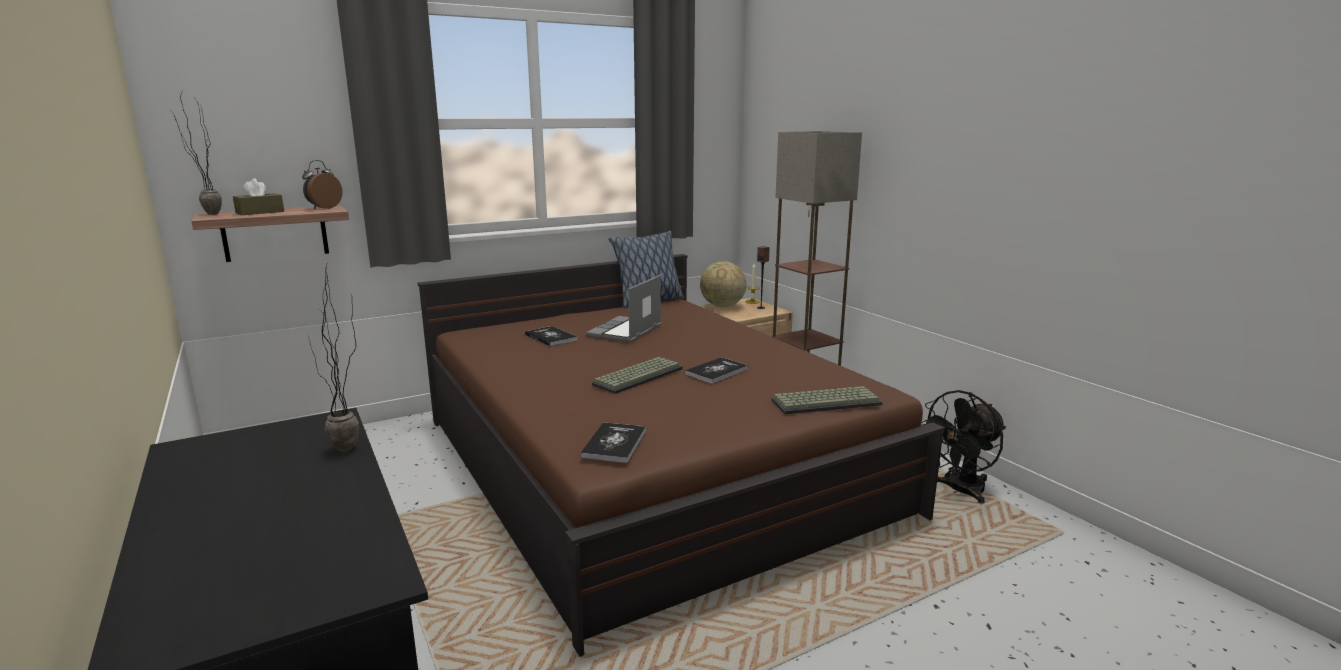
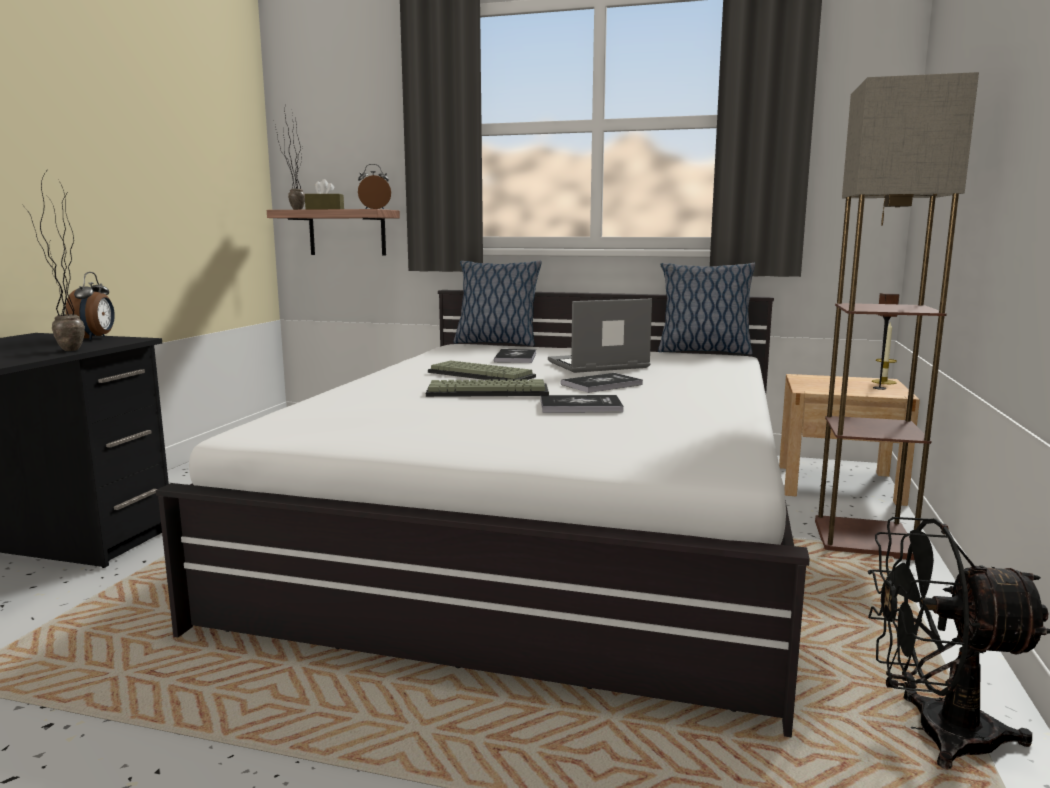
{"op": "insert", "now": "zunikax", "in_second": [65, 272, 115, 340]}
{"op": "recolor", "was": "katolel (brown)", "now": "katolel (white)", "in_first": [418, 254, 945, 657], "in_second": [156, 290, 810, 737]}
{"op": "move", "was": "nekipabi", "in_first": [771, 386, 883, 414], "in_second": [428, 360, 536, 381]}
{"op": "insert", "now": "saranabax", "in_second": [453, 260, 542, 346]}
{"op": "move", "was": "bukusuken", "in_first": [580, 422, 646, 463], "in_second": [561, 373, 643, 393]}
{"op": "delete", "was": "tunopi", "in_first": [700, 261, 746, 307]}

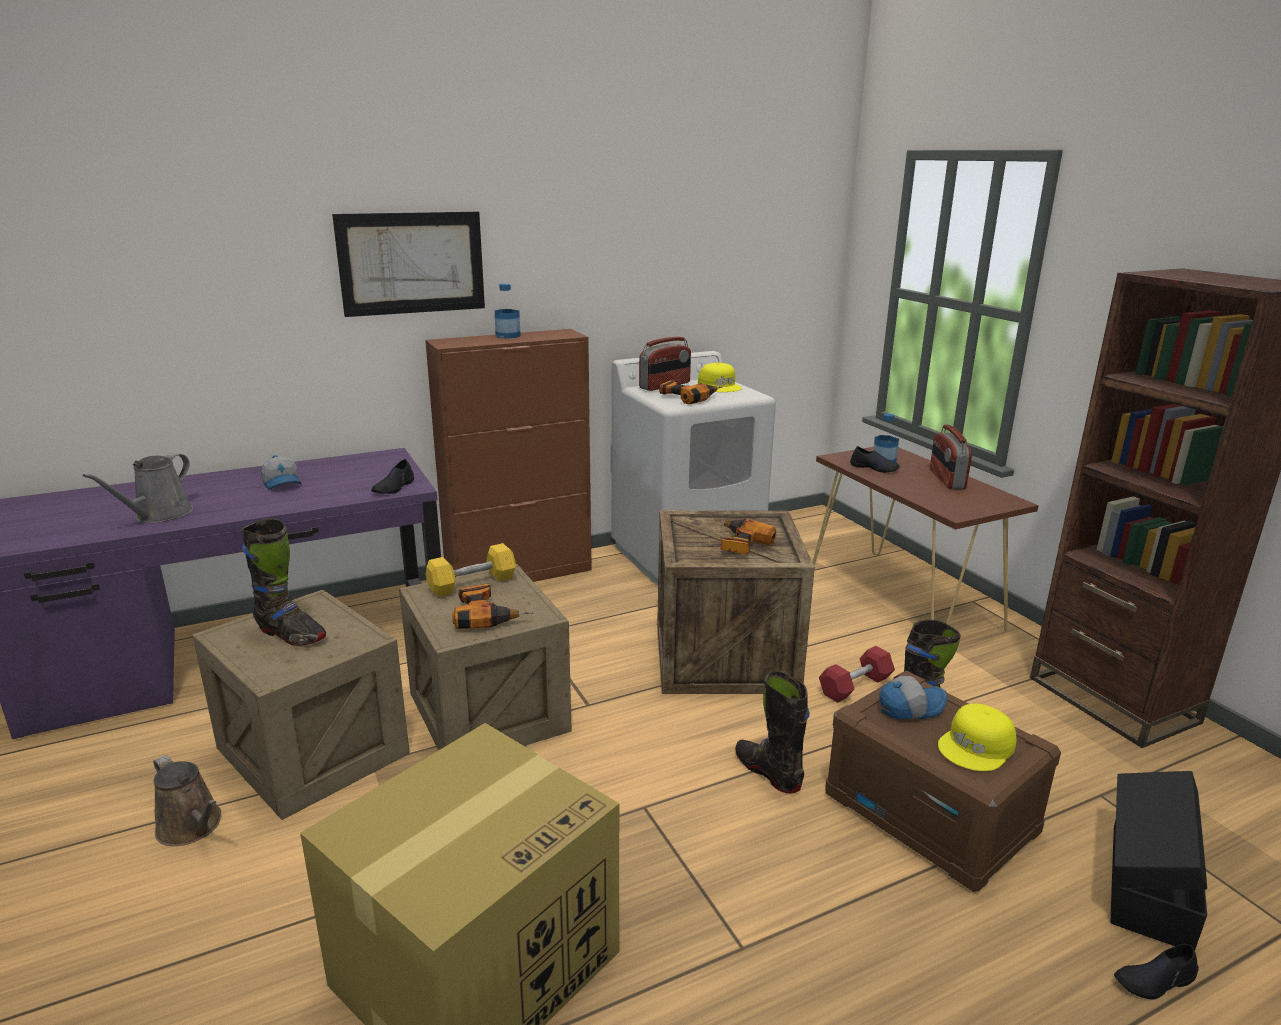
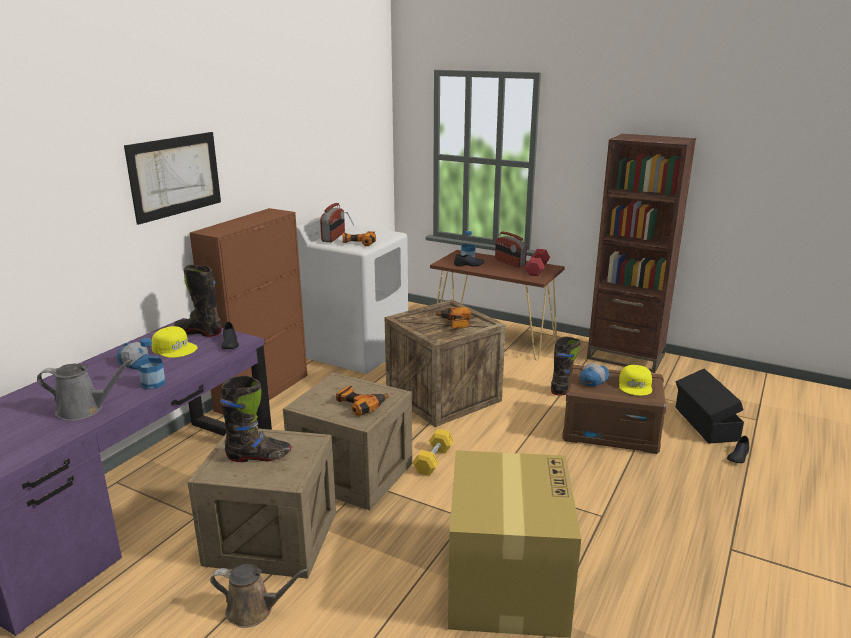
{"op": "rotate", "was": "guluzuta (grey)", "in_first": [83, 453, 193, 523], "in_second": [37, 360, 133, 421], "clockwise": -75}
{"op": "move", "was": "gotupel", "in_first": [495, 283, 521, 339], "in_second": [137, 338, 166, 389]}
{"op": "move", "was": "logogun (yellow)", "in_first": [698, 363, 742, 392], "in_second": [151, 326, 197, 358]}
{"op": "move", "was": "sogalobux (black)", "in_first": [735, 671, 810, 794], "in_second": [174, 264, 221, 337]}
{"op": "move", "was": "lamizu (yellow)", "in_first": [425, 543, 516, 597], "in_second": [412, 429, 454, 476]}
{"op": "move", "was": "lamizu (red)", "in_first": [819, 646, 895, 703], "in_second": [525, 249, 550, 276]}

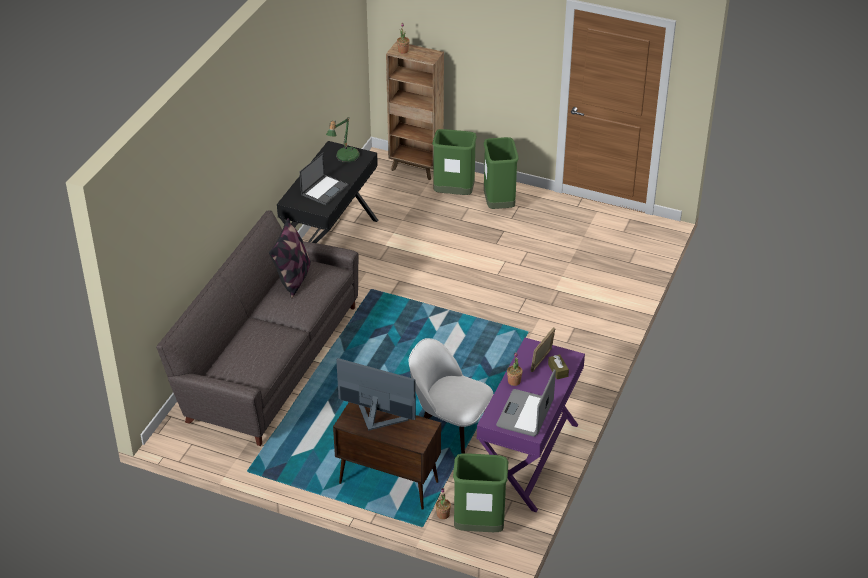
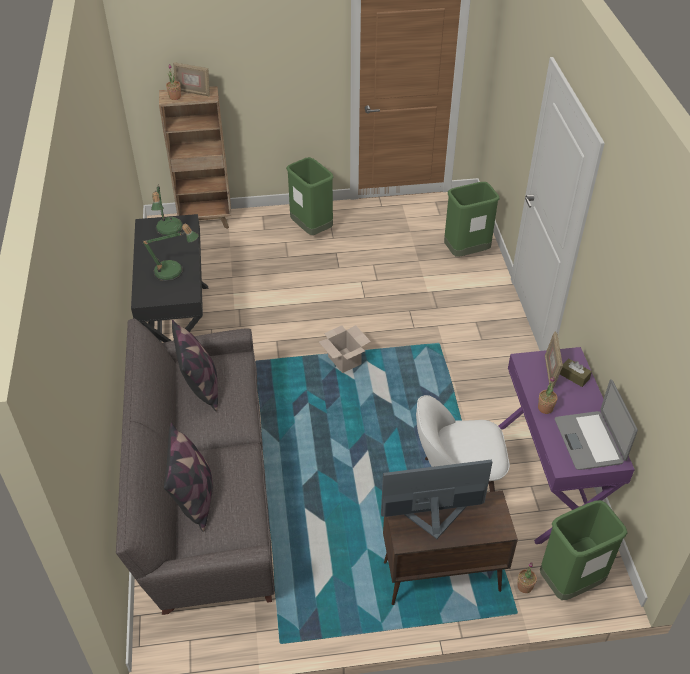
{"op": "replace", "was": "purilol", "now": "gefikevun", "in_first": [300, 152, 349, 205], "in_second": [141, 224, 198, 282]}
{"op": "insert", "now": "saranabax", "in_second": [164, 423, 213, 532]}
{"op": "insert", "now": "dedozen", "in_second": [173, 62, 210, 97]}
{"op": "insert", "now": "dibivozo", "in_second": [319, 325, 371, 373]}
{"op": "move", "was": "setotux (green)", "in_first": [432, 129, 477, 195], "in_second": [444, 182, 499, 257]}

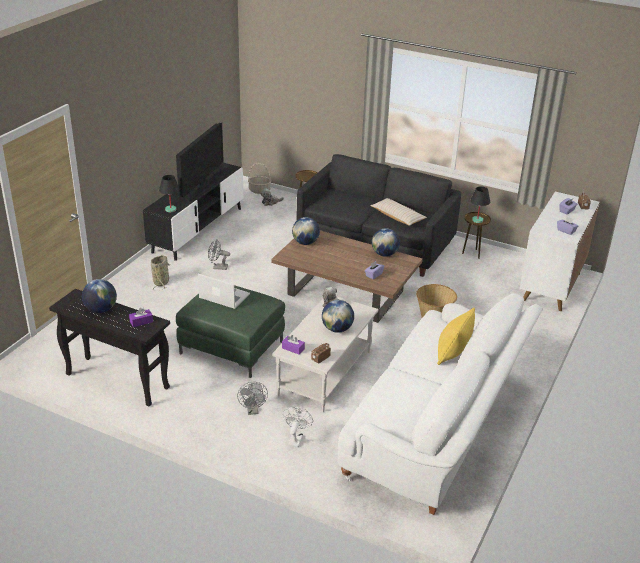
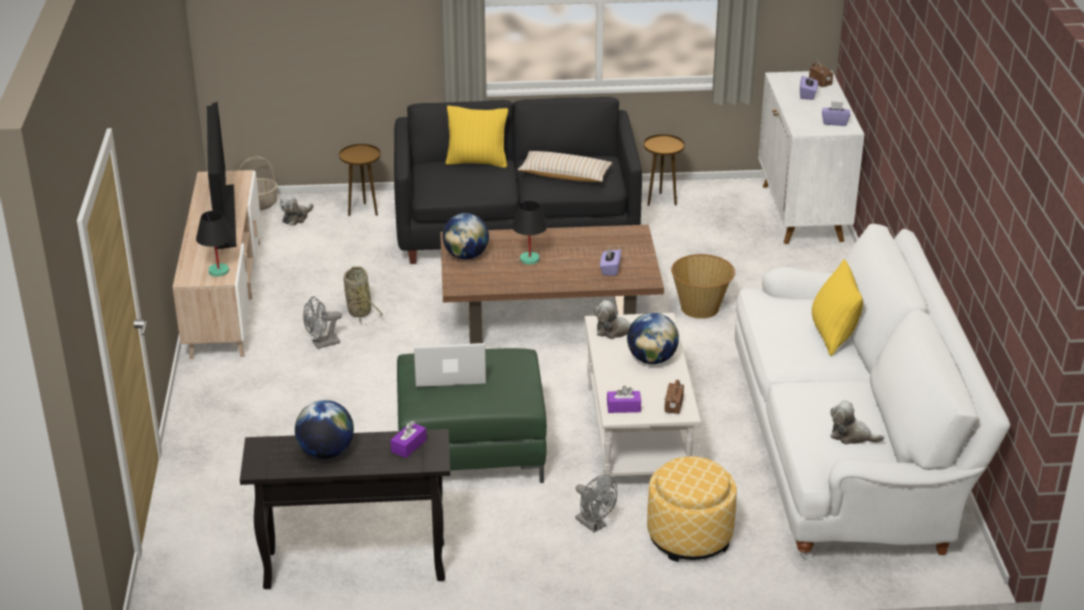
{"op": "recolor", "was": "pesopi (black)", "now": "pesopi (beige)", "in_first": [143, 163, 243, 261], "in_second": [173, 170, 261, 359]}
{"op": "move", "was": "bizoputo", "in_first": [151, 255, 170, 291], "in_second": [343, 266, 383, 325]}
{"op": "insert", "now": "saranabax (yellow)", "in_second": [446, 106, 508, 168]}
{"op": "move", "was": "gefikevun (black)", "in_first": [470, 186, 490, 223], "in_second": [512, 201, 547, 265]}
{"op": "replace", "was": "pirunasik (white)", "now": "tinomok", "in_first": [283, 407, 313, 448], "in_second": [647, 456, 737, 562]}
{"op": "insert", "now": "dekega", "in_second": [830, 401, 884, 444]}
{"op": "delete", "was": "tunopi", "in_first": [372, 228, 400, 257]}

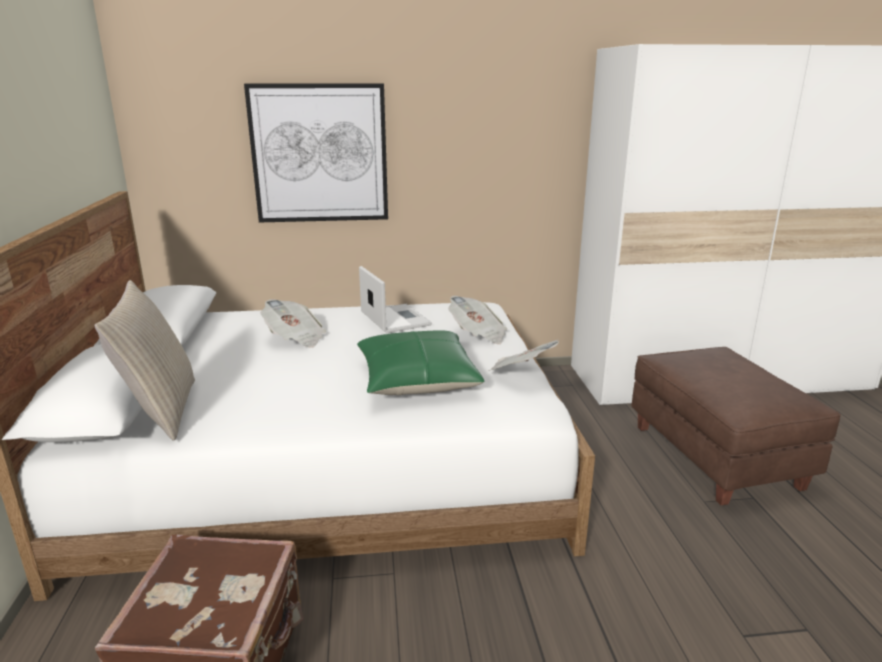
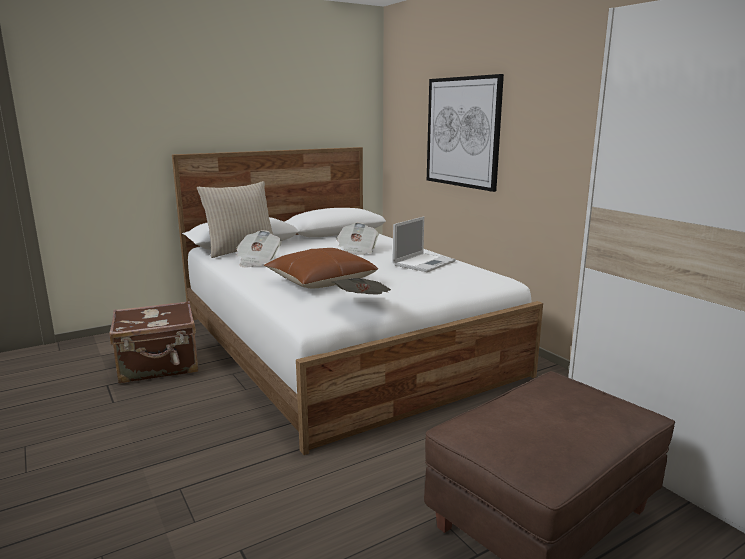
{"op": "move", "was": "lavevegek", "in_first": [448, 296, 508, 344], "in_second": [236, 230, 282, 267]}
{"op": "recolor", "was": "saranabax (green)", "now": "saranabax (brown)", "in_first": [357, 330, 485, 395], "in_second": [264, 248, 378, 289]}

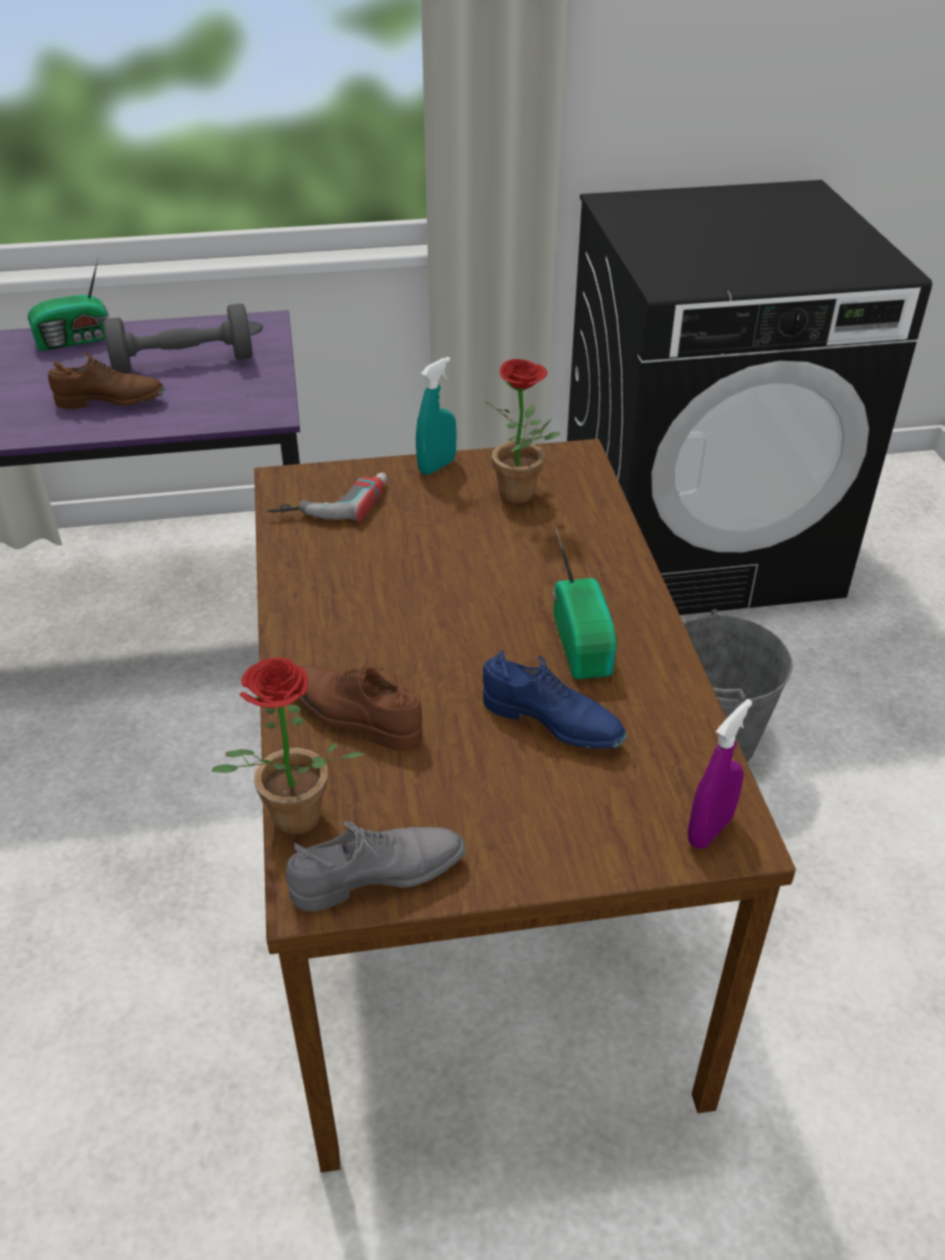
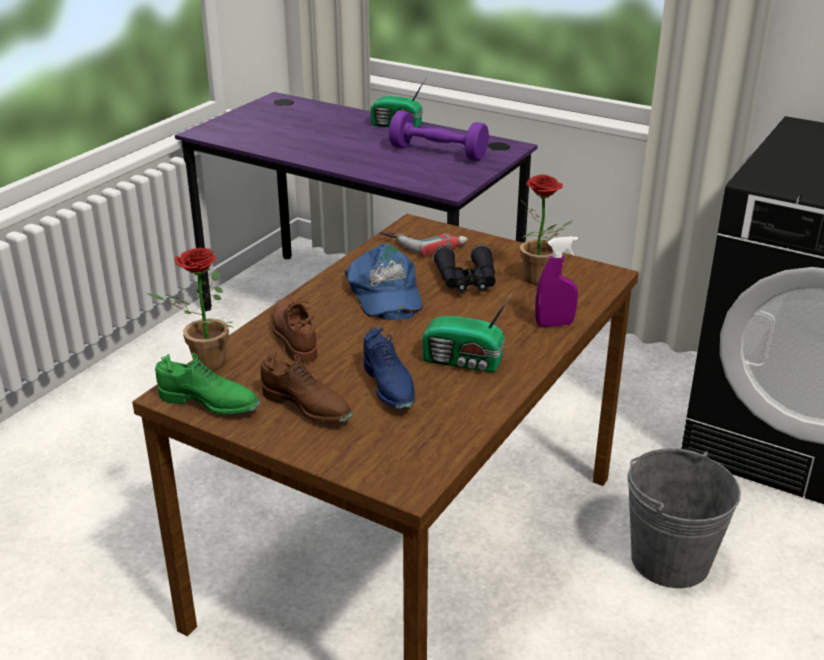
{"op": "recolor", "was": "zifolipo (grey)", "now": "zifolipo (green)", "in_first": [286, 821, 466, 911], "in_second": [155, 353, 260, 414]}
{"op": "move", "was": "zifolipo (brown)", "in_first": [48, 352, 165, 409], "in_second": [261, 352, 353, 423]}
{"op": "insert", "now": "logogun (blue)", "in_second": [345, 243, 423, 320]}
{"op": "recolor", "was": "lamizu (grey)", "now": "lamizu (purple)", "in_first": [104, 304, 253, 373], "in_second": [389, 111, 489, 161]}
{"op": "rotate", "was": "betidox", "in_first": [553, 527, 617, 680], "in_second": [422, 292, 513, 372], "clockwise": 75}
{"op": "insert", "now": "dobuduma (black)", "in_second": [433, 244, 496, 292]}
{"op": "move", "was": "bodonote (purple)", "in_first": [688, 699, 753, 849], "in_second": [535, 236, 578, 327]}
{"op": "delete", "was": "bodonote (turquoise)", "in_first": [416, 357, 457, 475]}

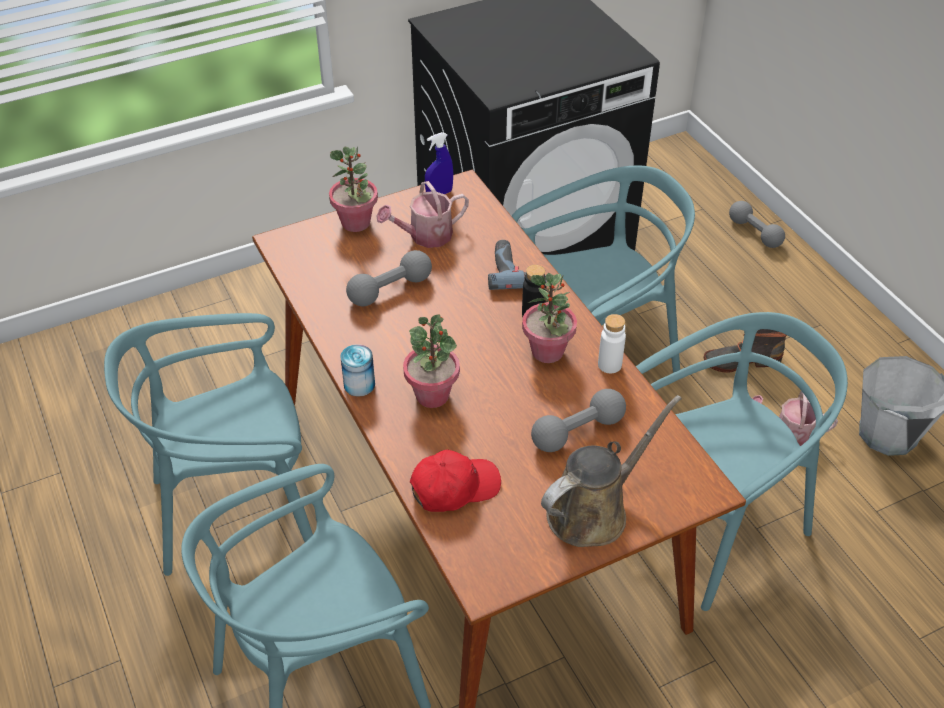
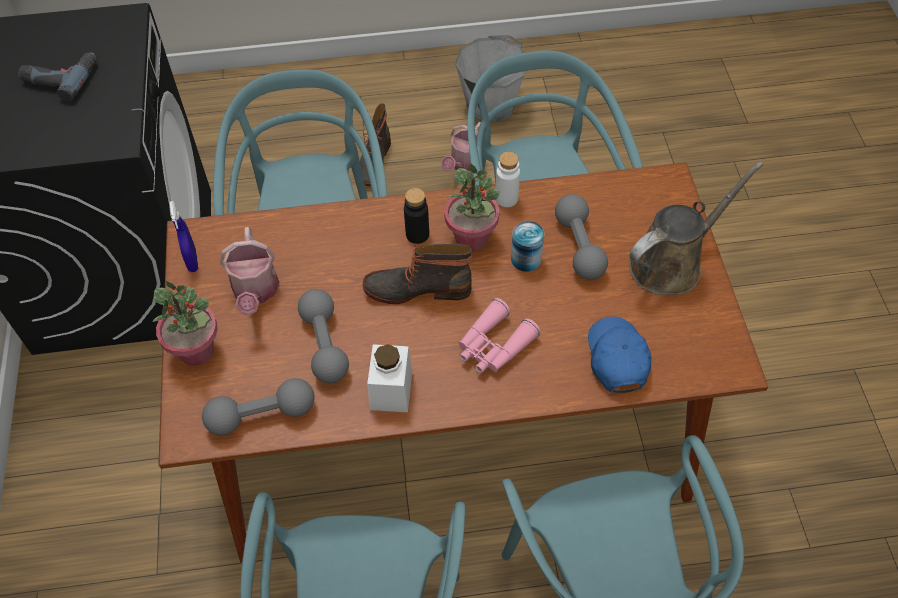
{"op": "move", "was": "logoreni", "in_first": [488, 240, 547, 290], "in_second": [18, 53, 97, 101]}
{"op": "move", "was": "lamizu (grey)", "in_first": [729, 201, 785, 248], "in_second": [202, 378, 315, 435]}
{"op": "insert", "now": "sogalobux", "in_second": [363, 244, 472, 304]}
{"op": "insert", "now": "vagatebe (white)", "in_second": [367, 344, 413, 412]}
{"op": "replace", "was": "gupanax", "now": "dobuduma (pink)", "in_first": [403, 314, 460, 408], "in_second": [459, 298, 541, 373]}
{"op": "move", "was": "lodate", "in_first": [340, 344, 375, 397], "in_second": [511, 221, 544, 272]}
{"op": "recolor", "was": "logogun (red)", "now": "logogun (blue)", "in_first": [410, 449, 501, 512], "in_second": [588, 317, 651, 393]}
{"op": "rotate", "was": "guluzuta (brown)", "in_first": [541, 395, 682, 547], "in_second": [629, 162, 763, 295], "clockwise": 75}

